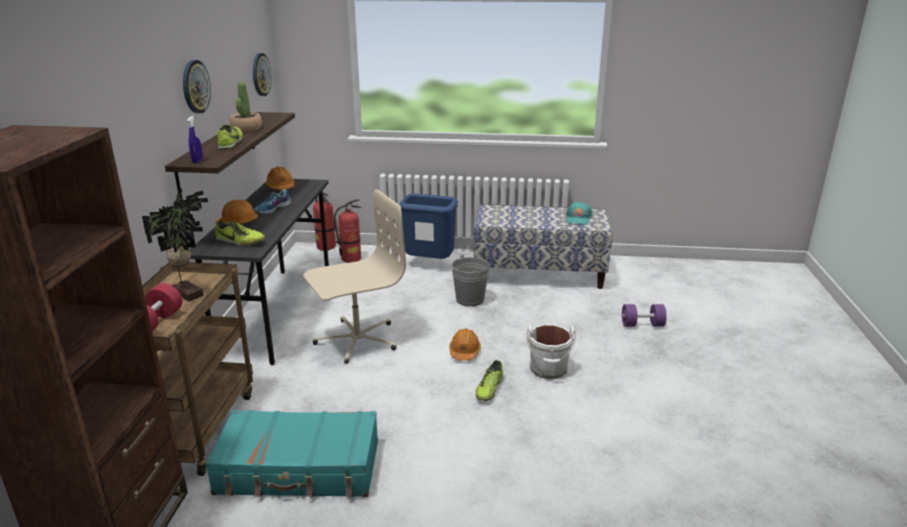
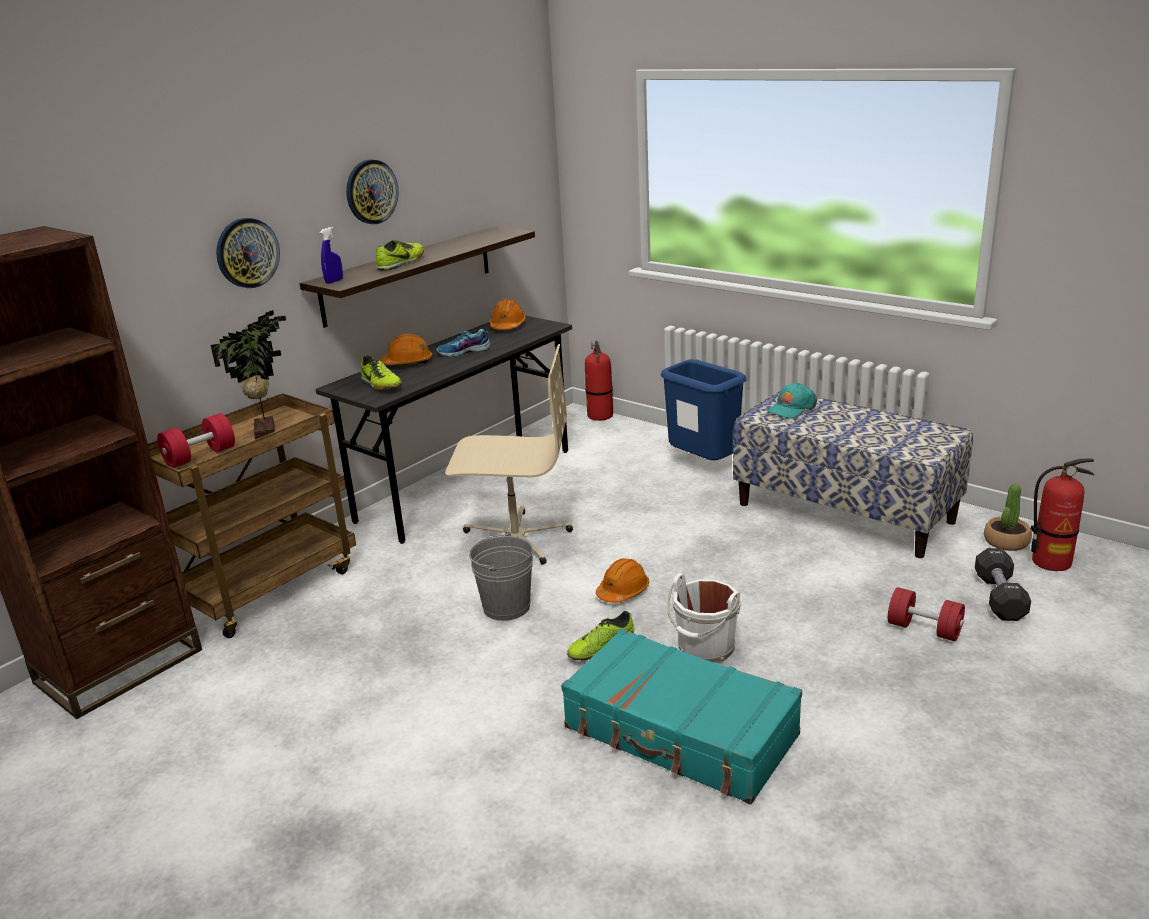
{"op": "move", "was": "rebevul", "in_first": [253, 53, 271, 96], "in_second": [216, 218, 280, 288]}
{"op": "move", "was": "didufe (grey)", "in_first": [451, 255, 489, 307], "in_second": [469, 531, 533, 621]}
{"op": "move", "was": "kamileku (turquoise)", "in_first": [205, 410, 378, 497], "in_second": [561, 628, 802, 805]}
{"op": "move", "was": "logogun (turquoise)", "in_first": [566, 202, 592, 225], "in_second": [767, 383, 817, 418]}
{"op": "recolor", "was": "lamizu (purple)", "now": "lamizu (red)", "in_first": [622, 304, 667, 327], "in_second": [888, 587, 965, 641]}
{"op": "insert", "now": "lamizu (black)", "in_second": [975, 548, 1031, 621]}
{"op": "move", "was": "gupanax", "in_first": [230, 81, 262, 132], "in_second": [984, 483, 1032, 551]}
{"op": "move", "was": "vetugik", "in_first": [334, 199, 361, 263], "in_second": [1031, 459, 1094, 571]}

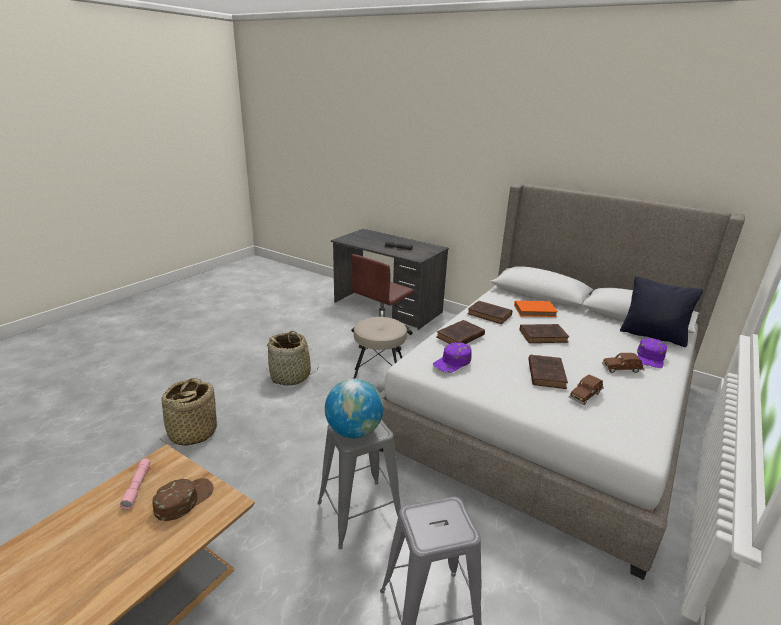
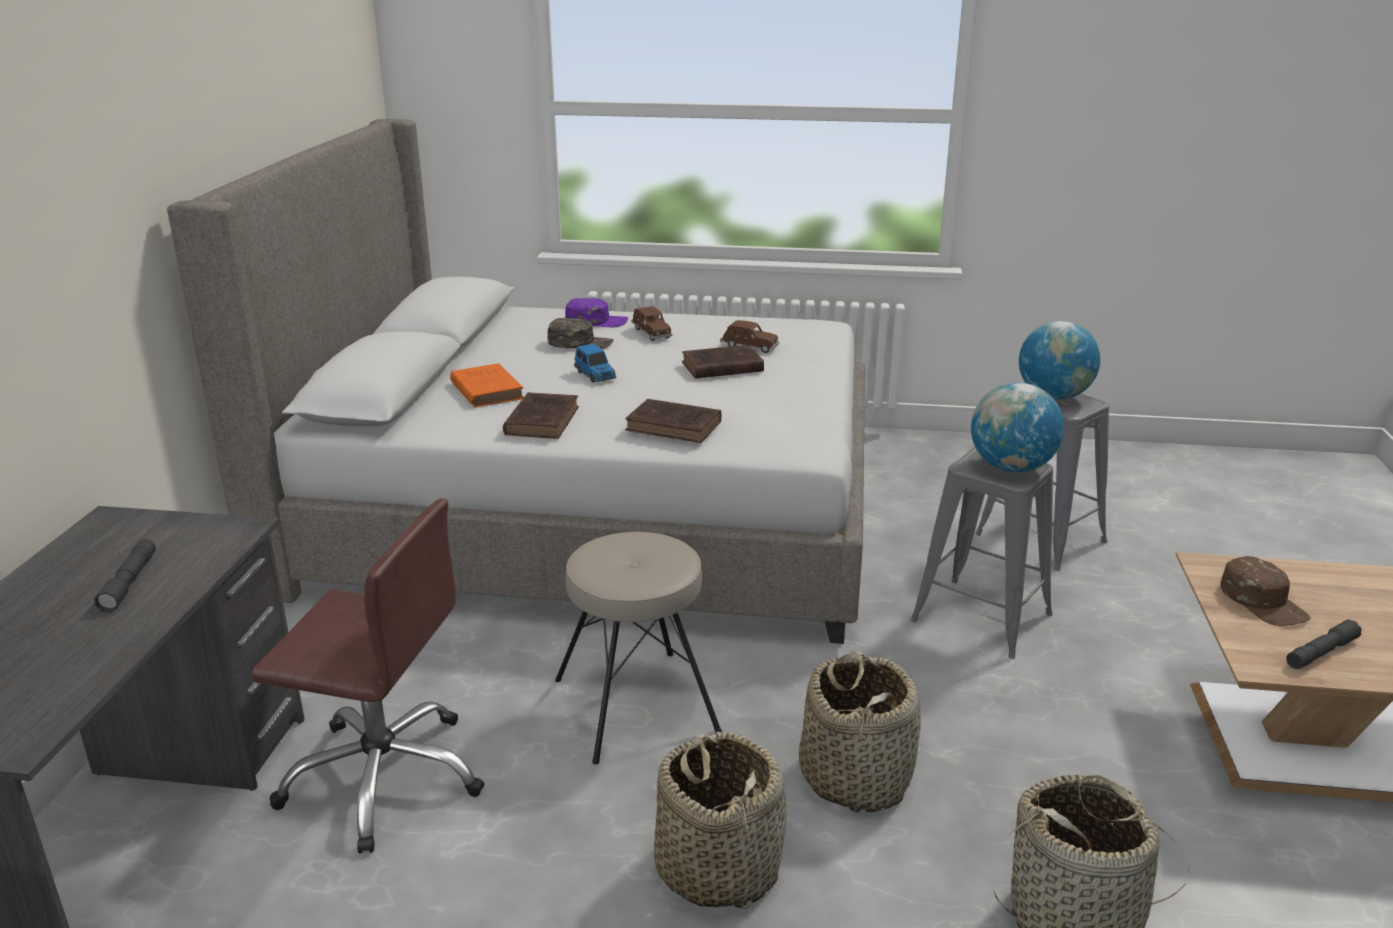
{"op": "insert", "now": "logogun (green)", "in_second": [547, 318, 614, 349]}
{"op": "replace", "was": "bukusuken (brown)", "now": "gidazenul", "in_first": [520, 324, 569, 343], "in_second": [574, 344, 616, 382]}
{"op": "insert", "now": "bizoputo", "in_second": [799, 652, 921, 813]}
{"op": "insert", "now": "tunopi", "in_second": [1019, 321, 1101, 400]}
{"op": "rotate", "was": "logogun (brown)", "in_first": [153, 478, 214, 521], "in_second": [1221, 556, 1311, 626], "clockwise": -120}
{"op": "recolor", "was": "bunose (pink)", "now": "bunose (grey)", "in_first": [120, 459, 151, 509], "in_second": [1286, 619, 1362, 669]}
{"op": "delete", "was": "logogun (purple)", "in_first": [433, 343, 472, 373]}
{"op": "delete", "was": "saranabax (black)", "in_first": [620, 276, 703, 347]}

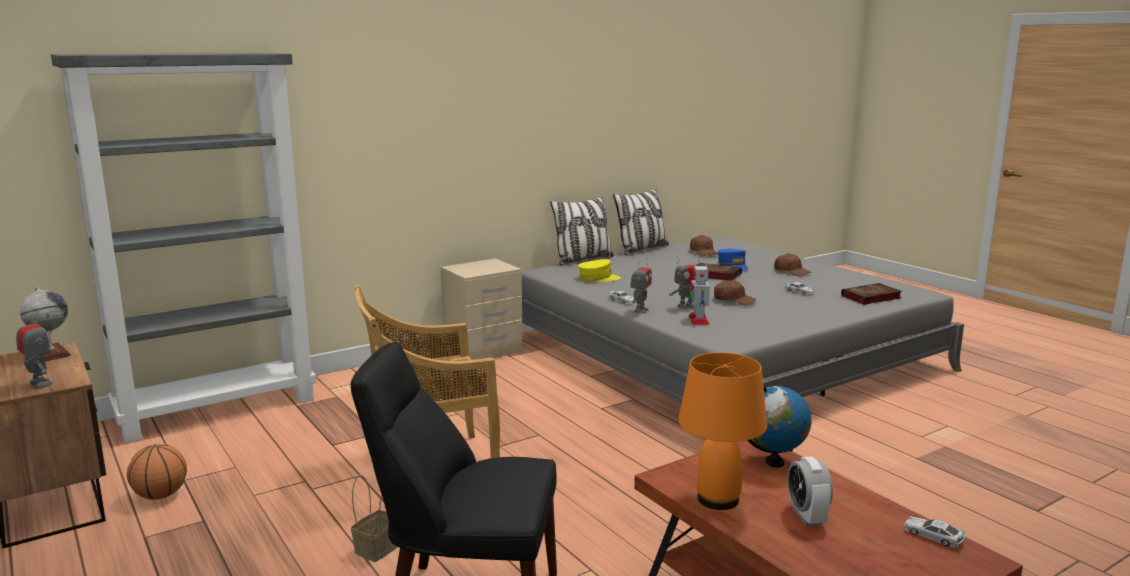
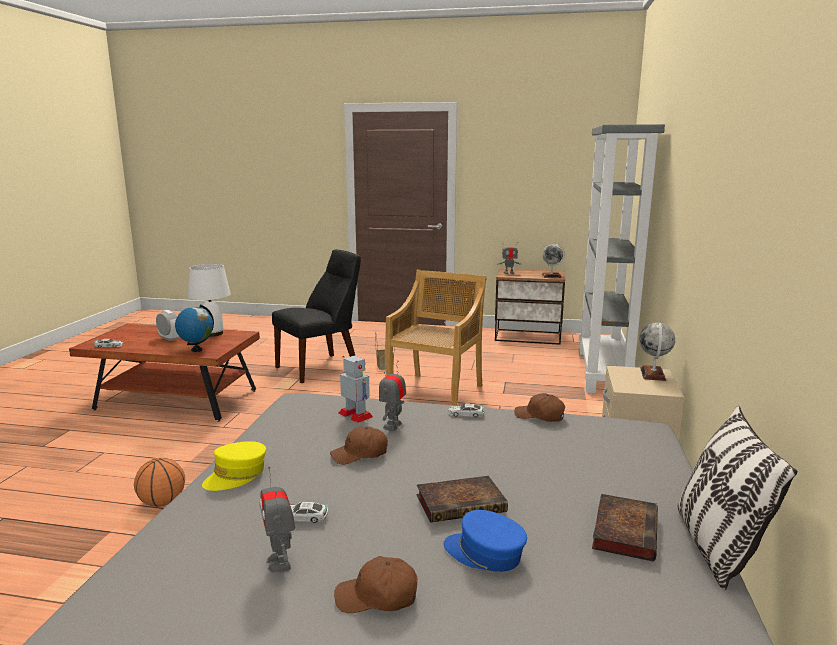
{"op": "move", "was": "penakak", "in_first": [127, 444, 187, 500], "in_second": [134, 458, 185, 507]}
{"op": "recolor", "was": "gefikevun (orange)", "now": "gefikevun (white)", "in_first": [678, 352, 767, 510], "in_second": [188, 264, 231, 337]}
{"op": "move", "was": "logogun (yellow)", "in_first": [578, 259, 621, 282], "in_second": [202, 441, 266, 491]}
{"op": "move", "was": "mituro", "in_first": [630, 258, 652, 313], "in_second": [259, 467, 295, 573]}
{"op": "move", "was": "logogun (brown)", "in_first": [690, 235, 718, 256], "in_second": [514, 393, 565, 422]}
{"op": "move", "was": "bukusuken", "in_first": [841, 283, 902, 305], "in_second": [592, 494, 658, 562]}
{"op": "insert", "now": "tunopi", "in_second": [639, 322, 675, 381]}
{"op": "delete", "was": "saranabax", "in_first": [550, 197, 614, 265]}

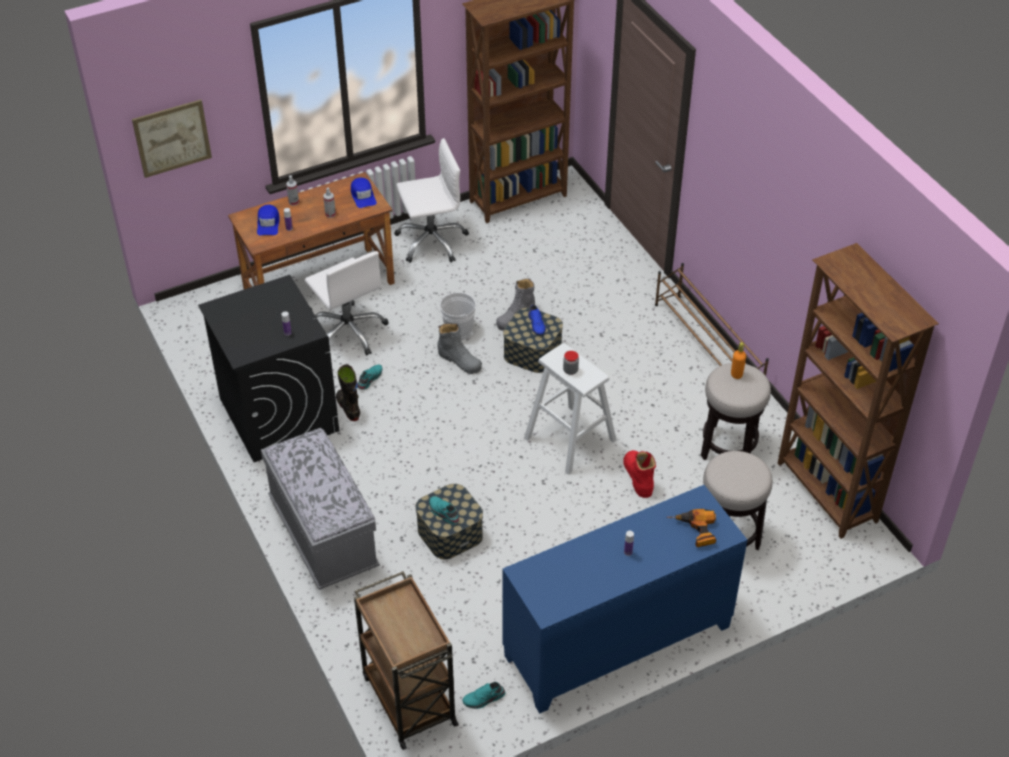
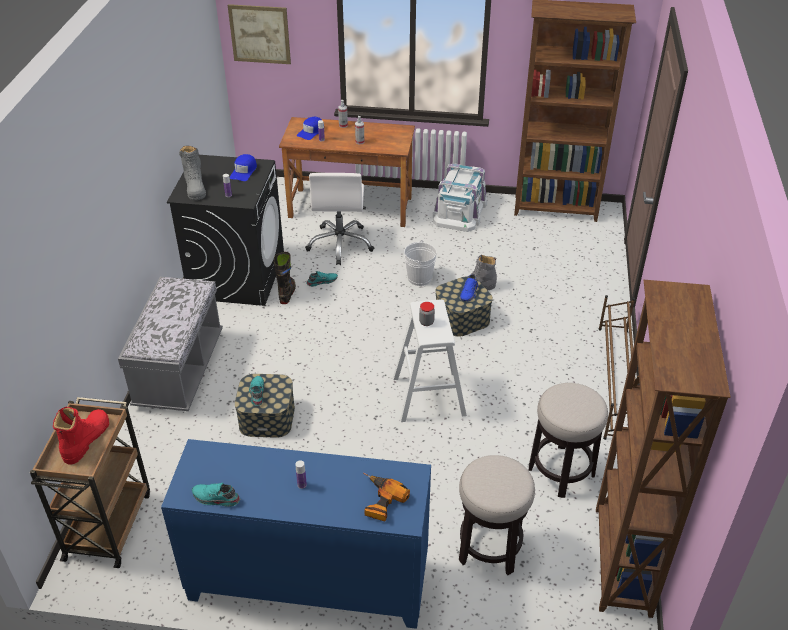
{"op": "move", "was": "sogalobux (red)", "in_first": [623, 450, 656, 498], "in_second": [53, 406, 109, 465]}
{"op": "move", "was": "sogalobux (grey)", "in_first": [438, 324, 482, 374], "in_second": [179, 145, 206, 200]}
{"op": "move", "was": "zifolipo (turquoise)", "in_first": [462, 682, 506, 709], "in_second": [192, 483, 240, 507]}
{"op": "move", "was": "logogun (blue)", "in_first": [351, 178, 377, 208], "in_second": [230, 154, 257, 181]}
{"op": "replace", "was": "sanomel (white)", "now": "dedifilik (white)", "in_first": [394, 138, 469, 263], "in_second": [433, 163, 487, 232]}
{"op": "delete", "was": "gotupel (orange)", "in_first": [731, 342, 746, 379]}

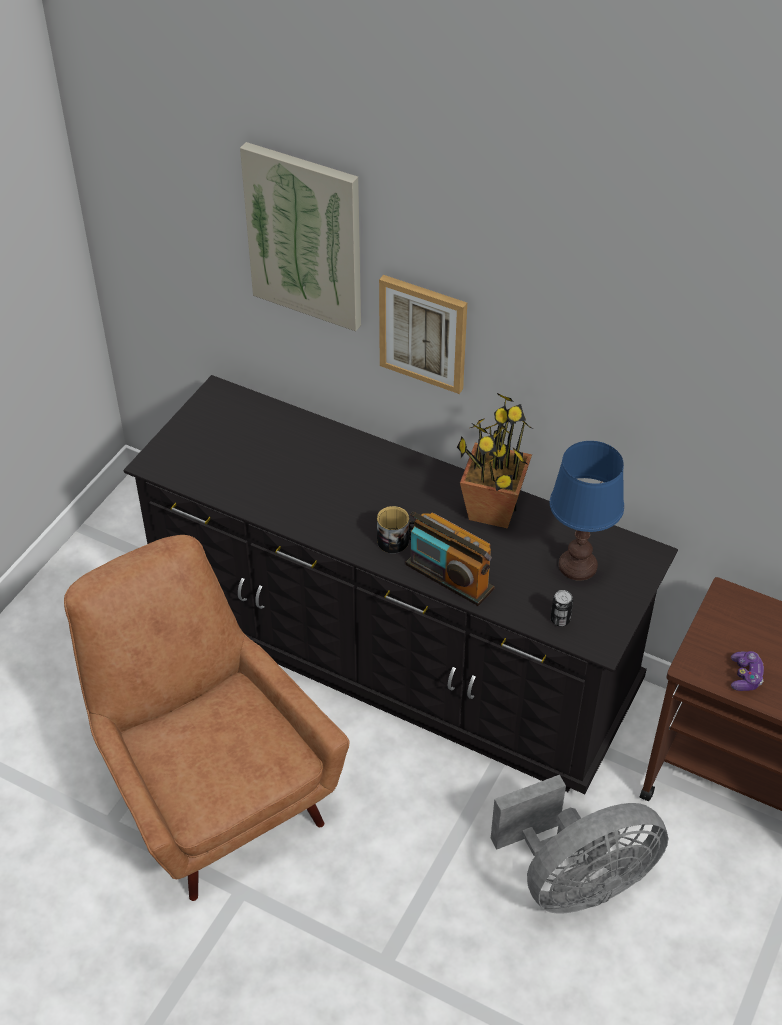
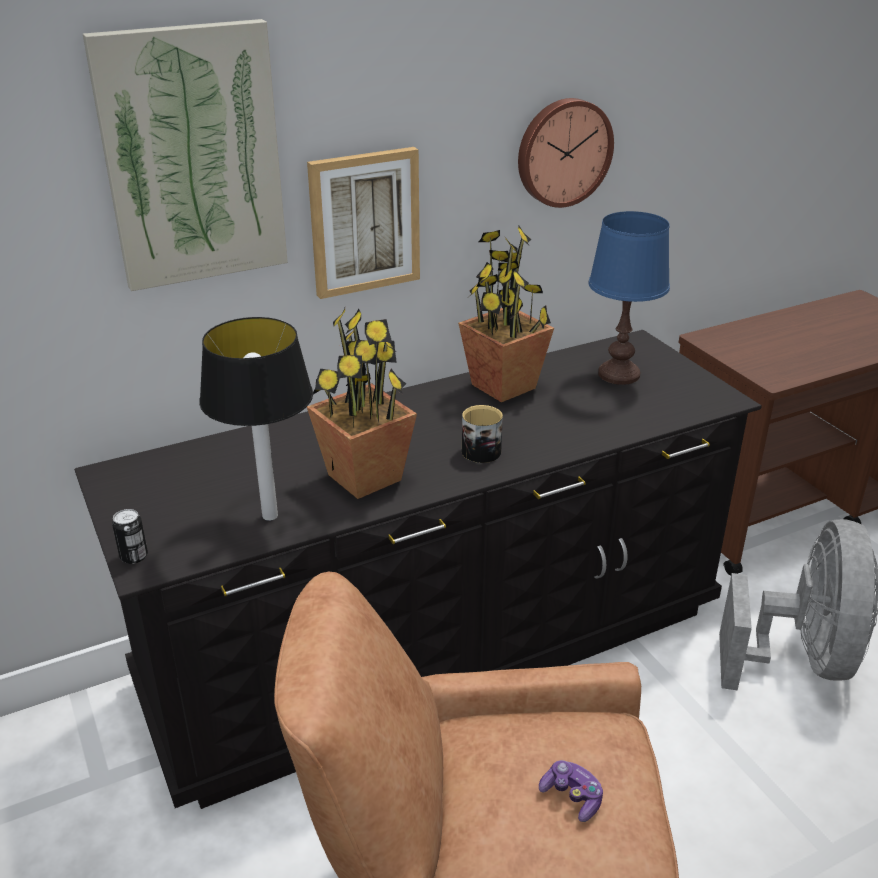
{"op": "move", "was": "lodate", "in_first": [550, 590, 573, 626], "in_second": [112, 509, 148, 564]}
{"op": "insert", "now": "gefikevun", "in_second": [199, 317, 313, 521]}
{"op": "insert", "now": "gupanax", "in_second": [307, 308, 417, 499]}
{"op": "insert", "now": "rebevul", "in_second": [518, 98, 614, 208]}
{"op": "move", "was": "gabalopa", "in_first": [731, 651, 764, 691], "in_second": [539, 760, 603, 822]}
{"op": "delete", "was": "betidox", "in_first": [405, 511, 495, 606]}

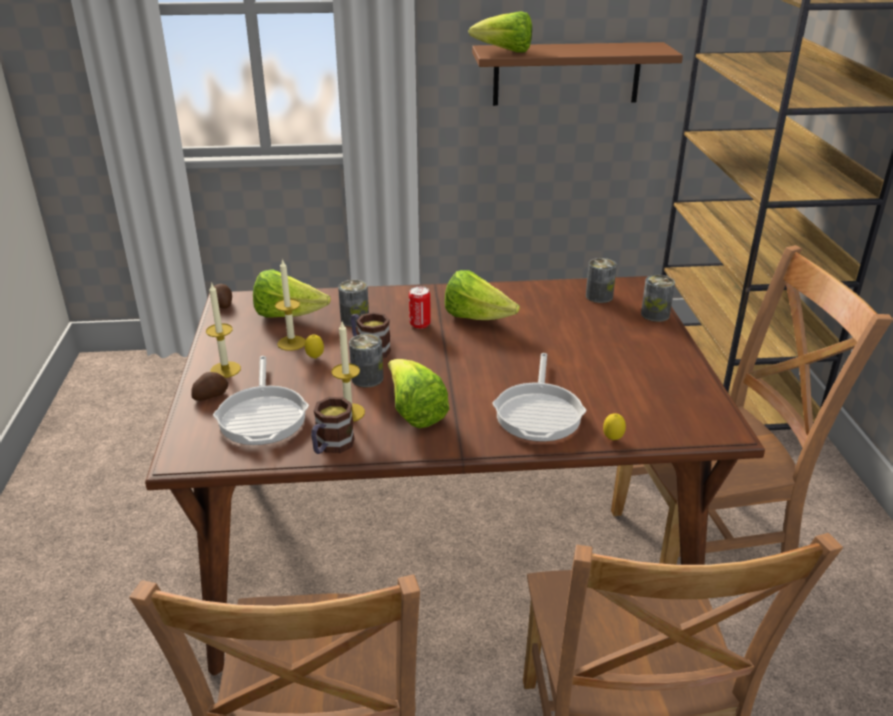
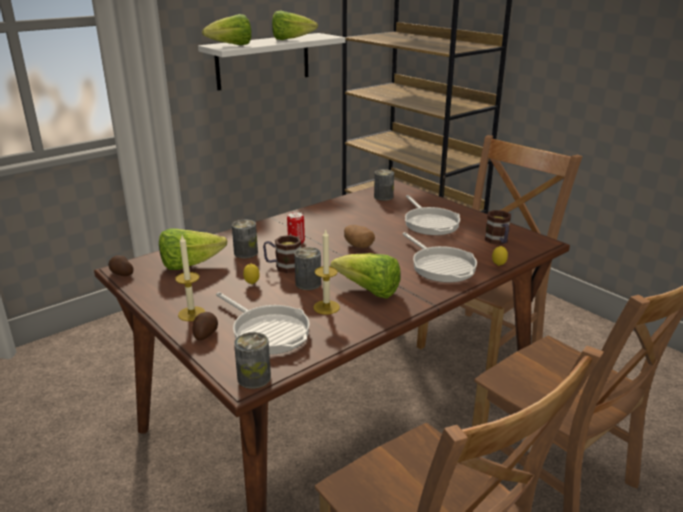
{"op": "recolor", "was": "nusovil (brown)", "now": "nusovil (white)", "in_first": [472, 42, 683, 106], "in_second": [198, 33, 345, 91]}
{"op": "move", "was": "lodate", "in_first": [641, 275, 675, 322], "in_second": [234, 332, 271, 389]}
{"op": "move", "was": "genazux", "in_first": [445, 270, 520, 320], "in_second": [272, 10, 318, 40]}
{"op": "insert", "now": "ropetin", "in_second": [344, 225, 375, 248]}
{"op": "insert", "now": "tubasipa", "in_second": [405, 195, 460, 235]}
{"op": "move", "was": "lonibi", "in_first": [311, 397, 355, 454], "in_second": [485, 210, 511, 245]}
{"op": "delete", "was": "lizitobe", "in_first": [275, 258, 306, 351]}

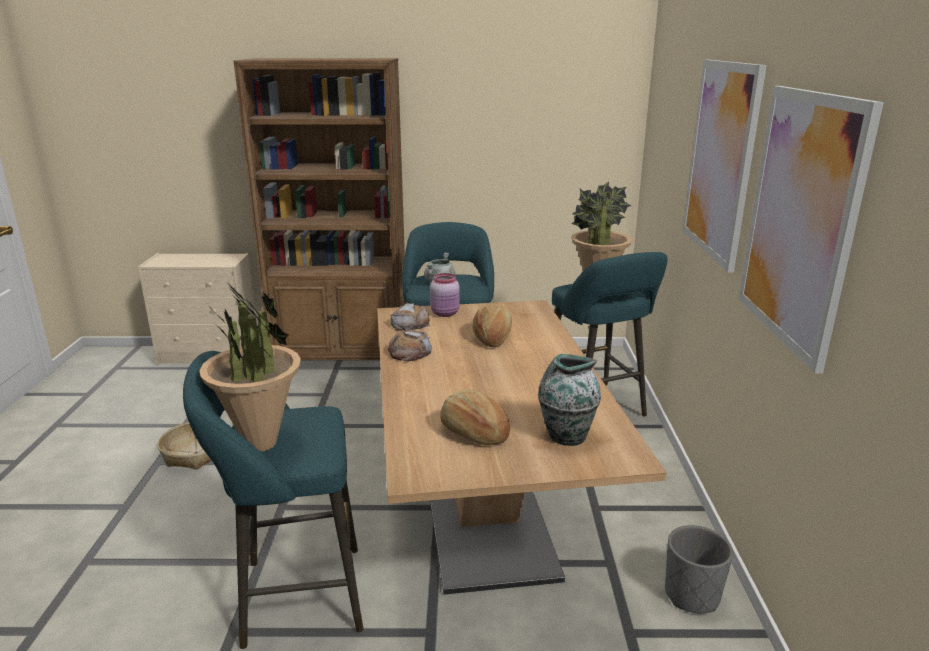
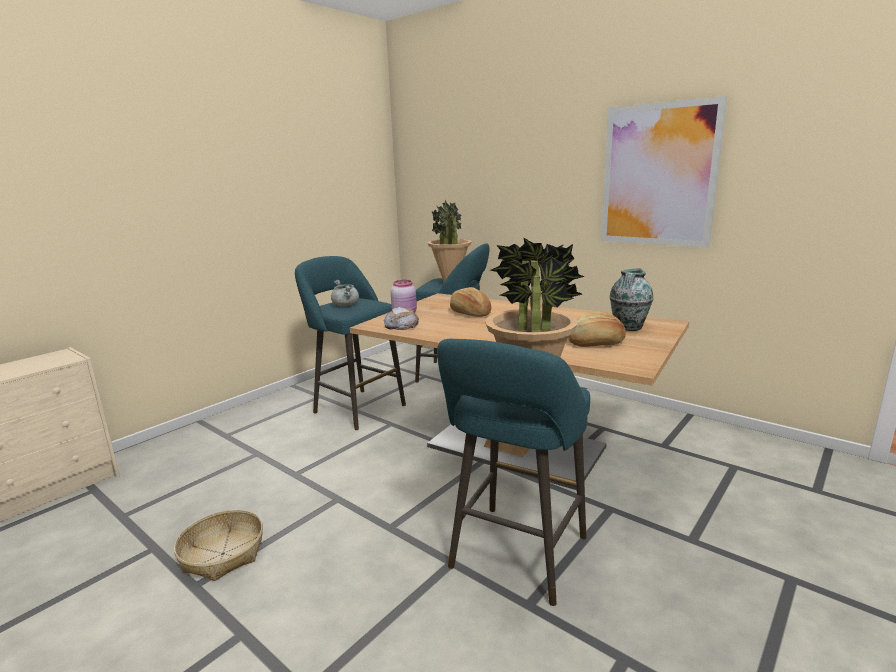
{"op": "delete", "was": "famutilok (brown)", "in_first": [234, 58, 406, 360]}
{"op": "delete", "was": "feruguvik", "in_first": [387, 330, 432, 362]}
{"op": "delete", "was": "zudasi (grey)", "in_first": [665, 525, 733, 613]}
{"op": "delete", "was": "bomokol", "in_first": [682, 60, 767, 273]}

